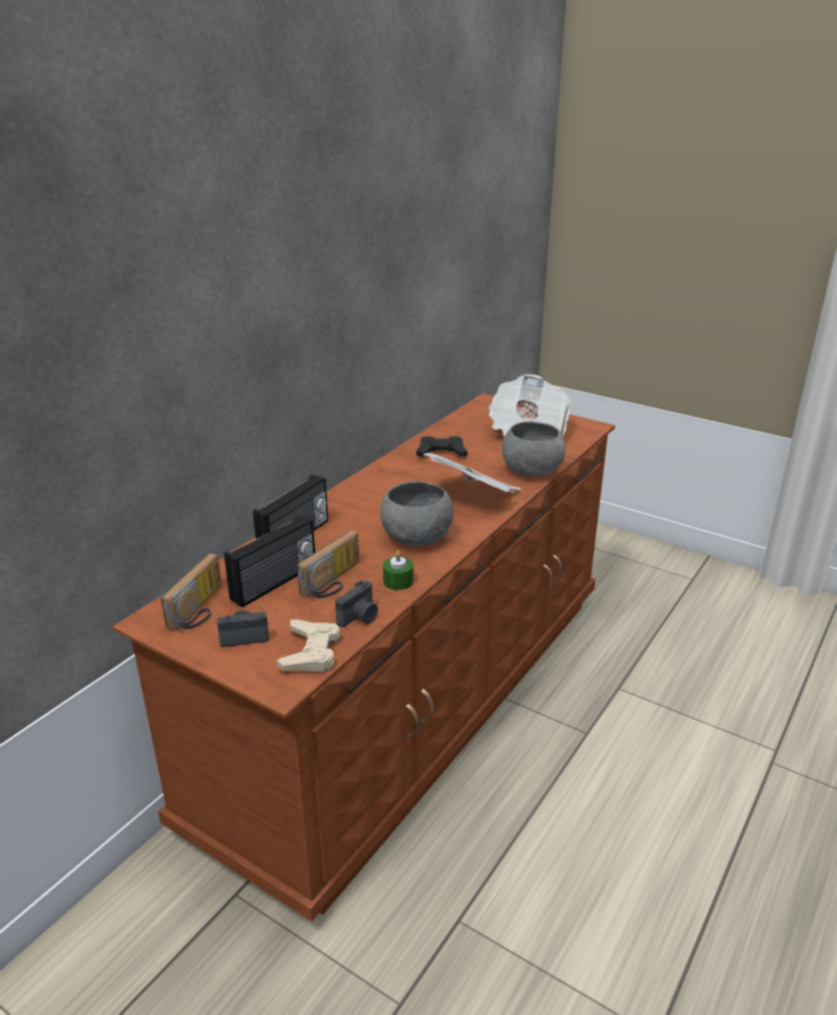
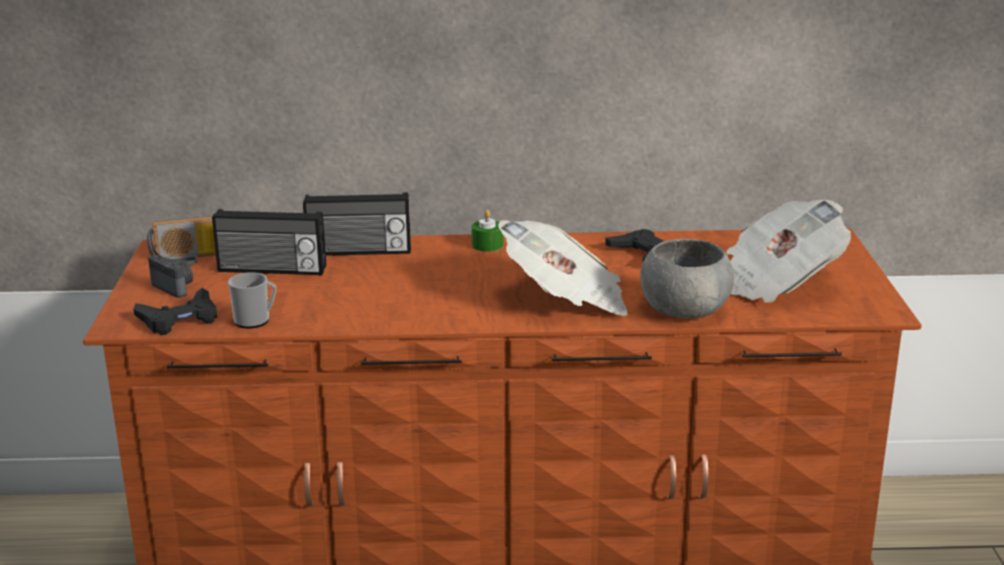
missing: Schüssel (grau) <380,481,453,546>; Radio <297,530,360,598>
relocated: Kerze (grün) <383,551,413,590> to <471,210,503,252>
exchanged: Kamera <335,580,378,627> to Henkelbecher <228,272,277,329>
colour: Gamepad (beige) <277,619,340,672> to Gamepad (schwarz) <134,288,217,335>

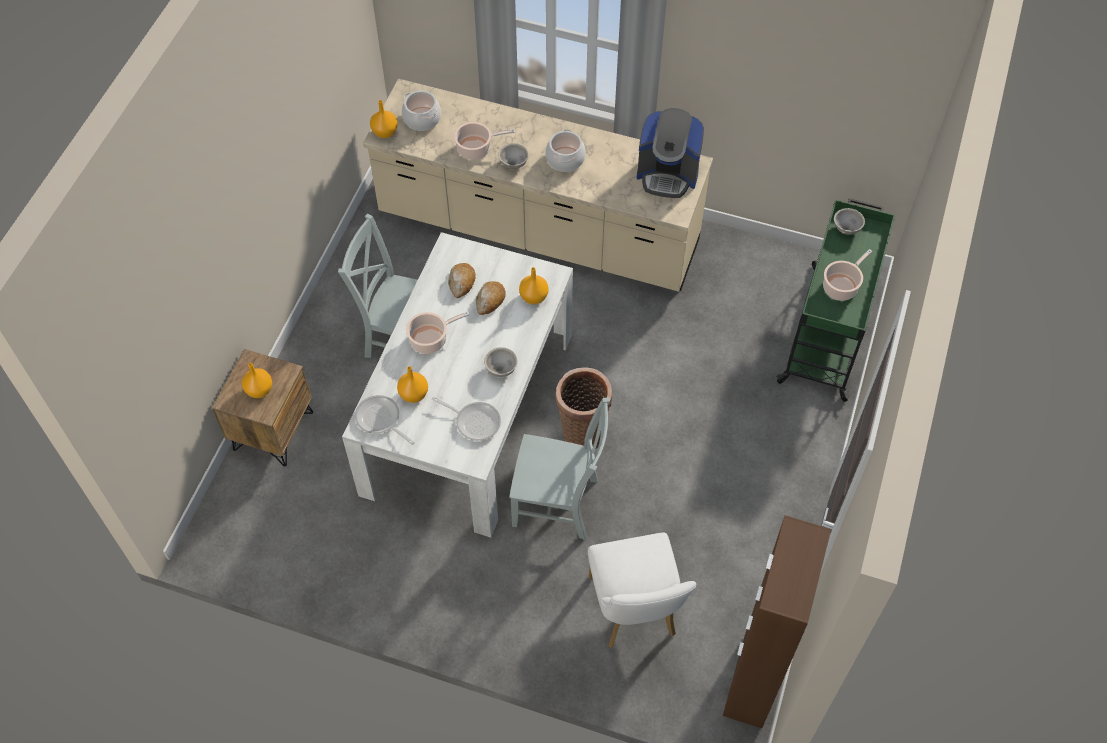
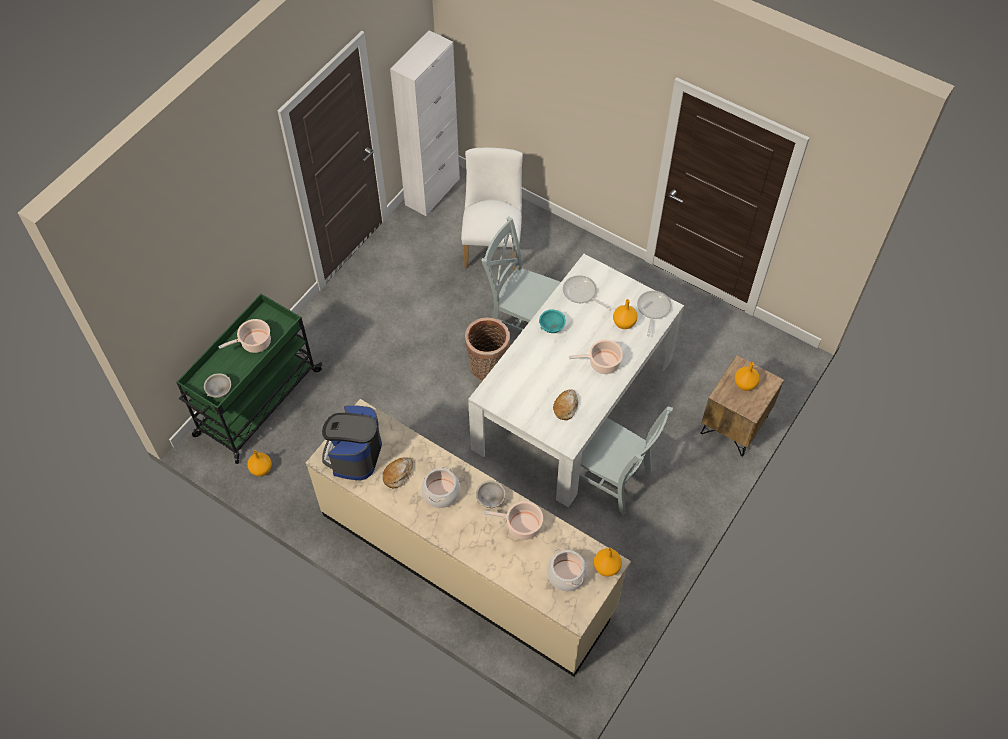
relocated: Vase (orange) <519,267,548,304> to <247,450,272,476>; Brot <476,281,506,315> to <383,458,413,488>
colour: Schüssel (grau) <484,347,518,377> to Schüssel (türkis) <539,309,566,333>; Schrank (braun) <723,515,831,728> to Schrank (weiß) <390,30,460,216>
spun: Kaffeemaschine <637,108,704,198> = <322,405,382,480> 105 degrees counterclockwise; Pfanne <355,395,415,445> = <637,291,672,336> 135 degrees counterclockwise

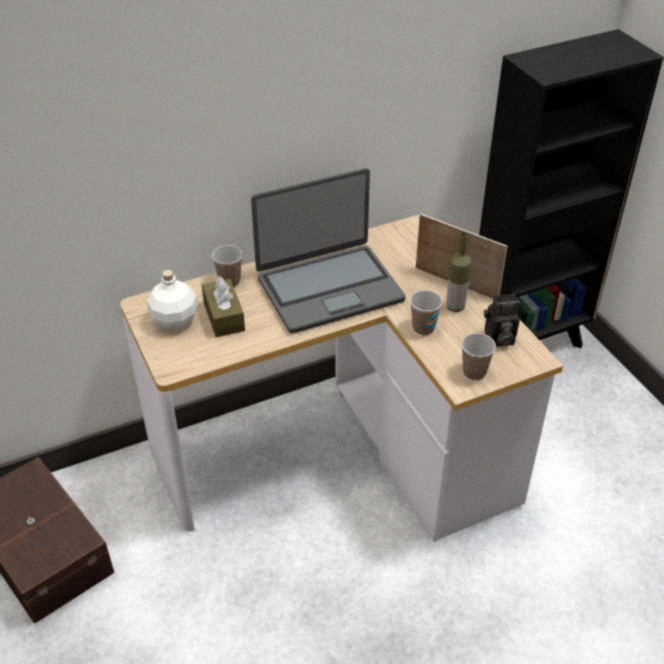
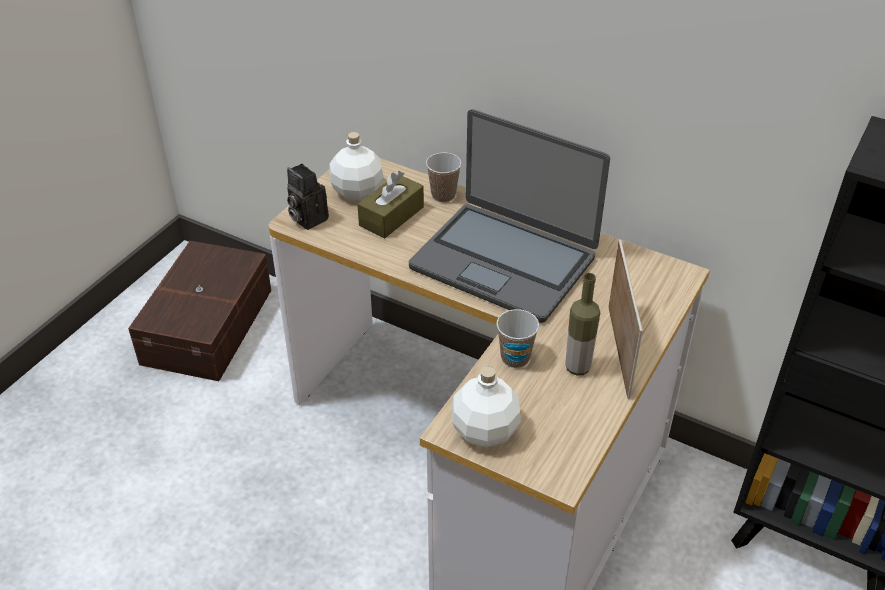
relocated: Kamera <484,294,520,347> to <287,164,329,230>
exchanged: Tasse <461,333,496,380> to Flasche (weiß) <452,366,521,448>

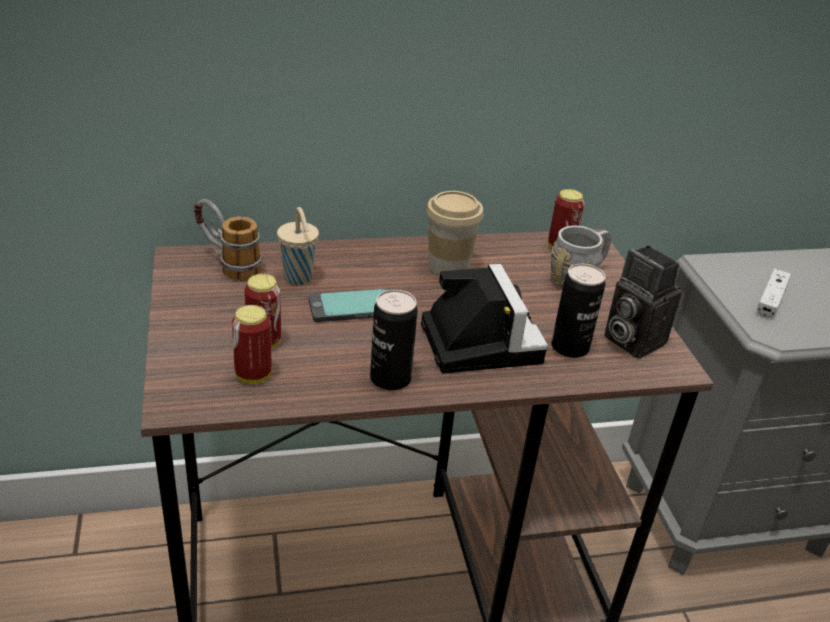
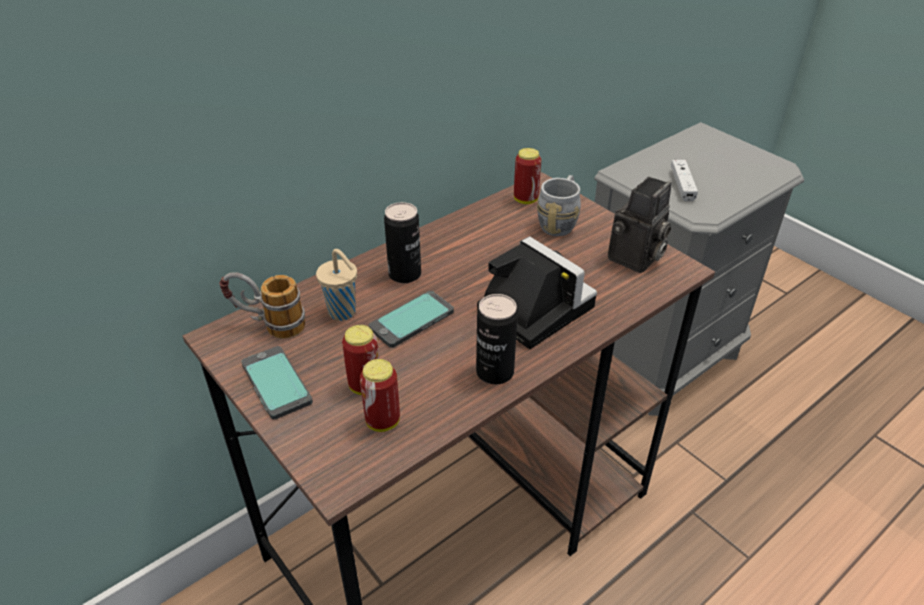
missing: Tasse <426,191,484,276>
appeared: Handy <242,346,313,420>
relocated: Dose <551,264,606,358> to <384,202,421,283>
spun: Kamera <604,245,682,359> = <608,177,672,273> 75 degrees counterclockwise

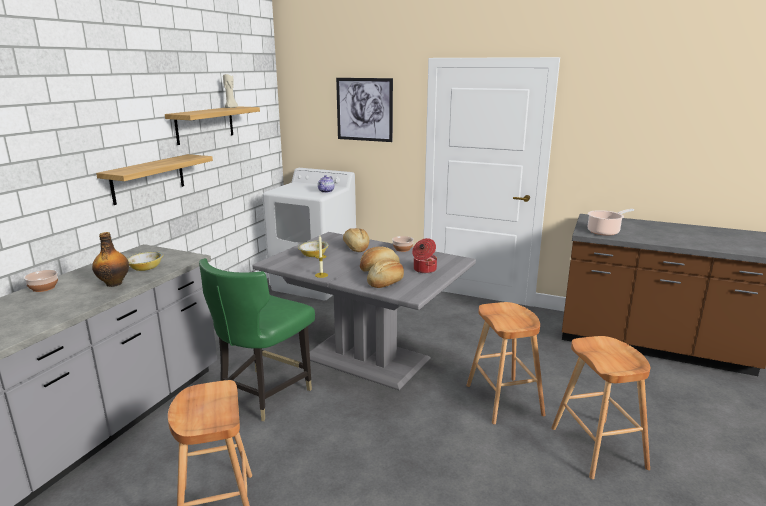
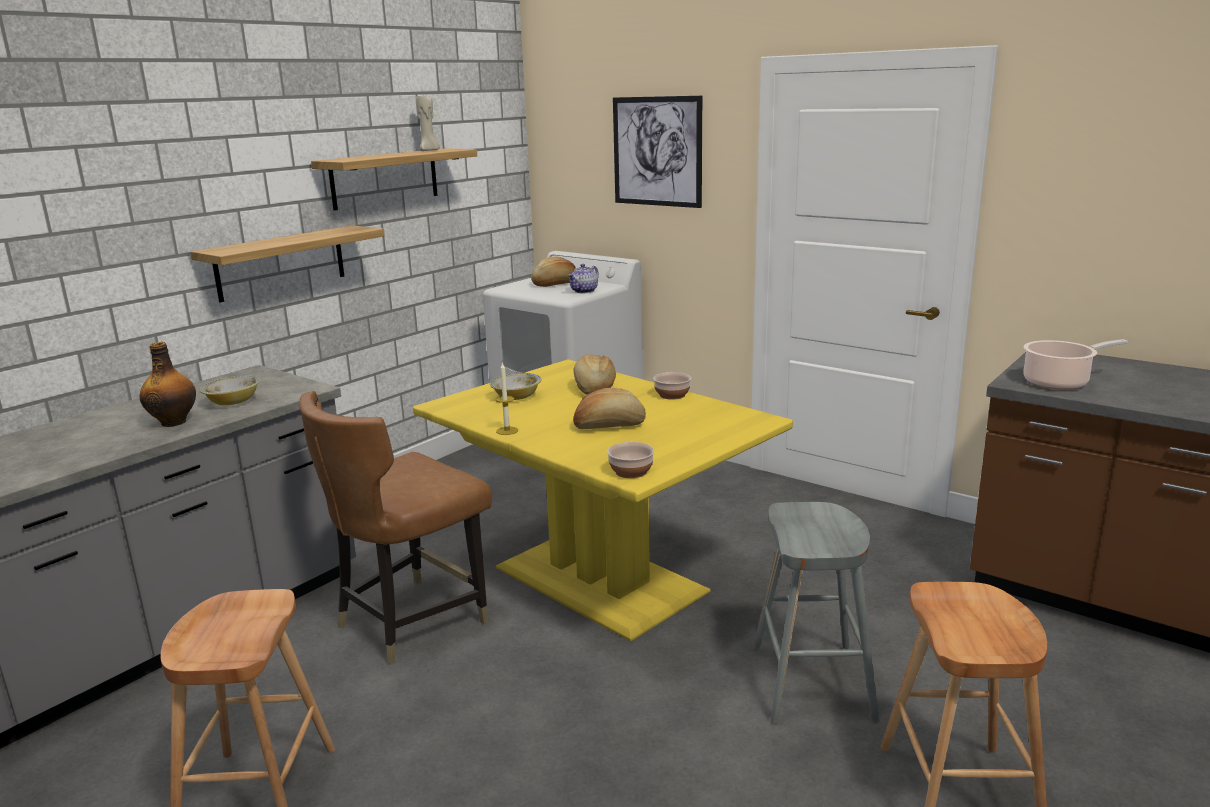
missing: Kochtopf <412,238,437,273>
relocated: Brot <367,259,404,288> to <531,257,576,287>; Schüssel <24,270,58,292> to <607,442,654,478>
colour: Esstisch (grau) <252,232,476,390> to Esstisch (gelb) <413,359,793,641>; Stuhl (grün) <199,258,315,421> to Stuhl (braun) <299,391,492,665>; Hocker (braun) <466,302,546,424> to Hocker (grau) <753,502,879,724>

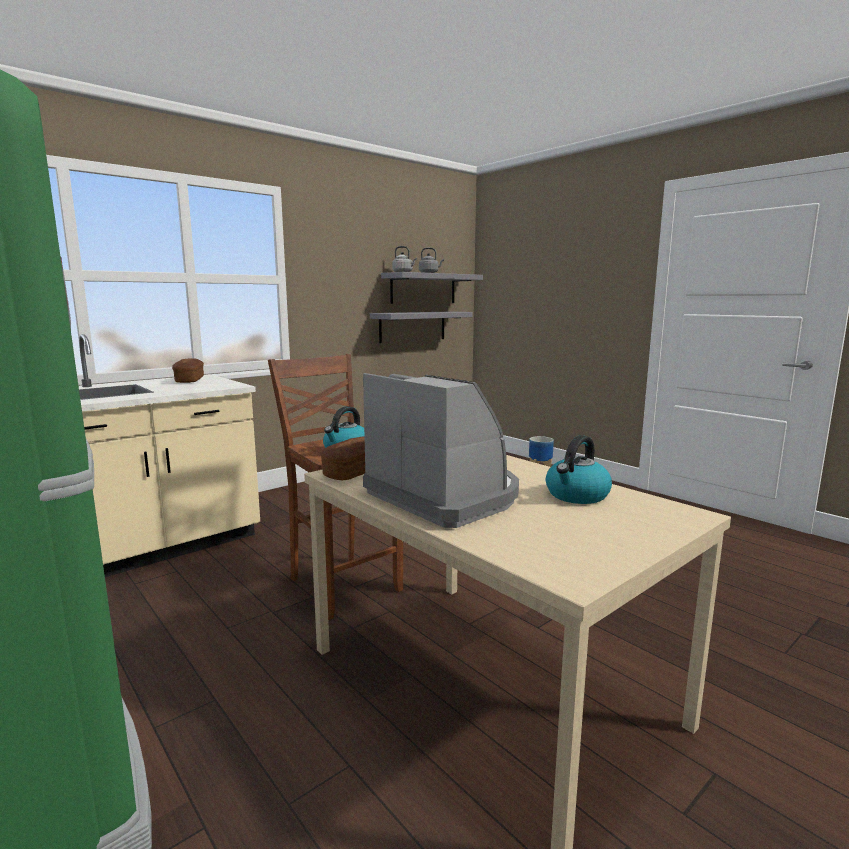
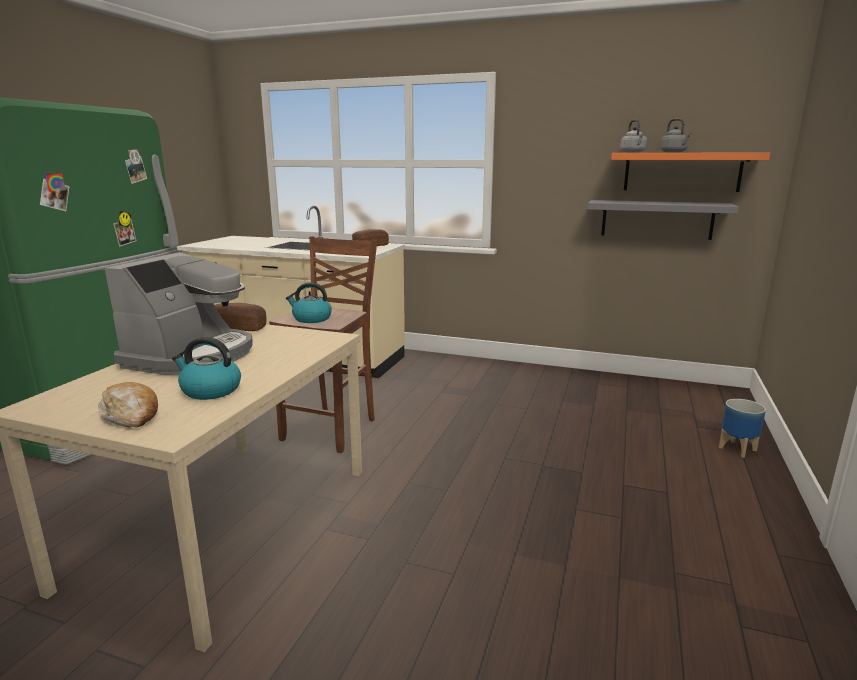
appeared: Brot <98,382,158,428>
colour: Wandregal (grau) <381,272,483,304> to Wandregal (orange) <611,152,770,192>

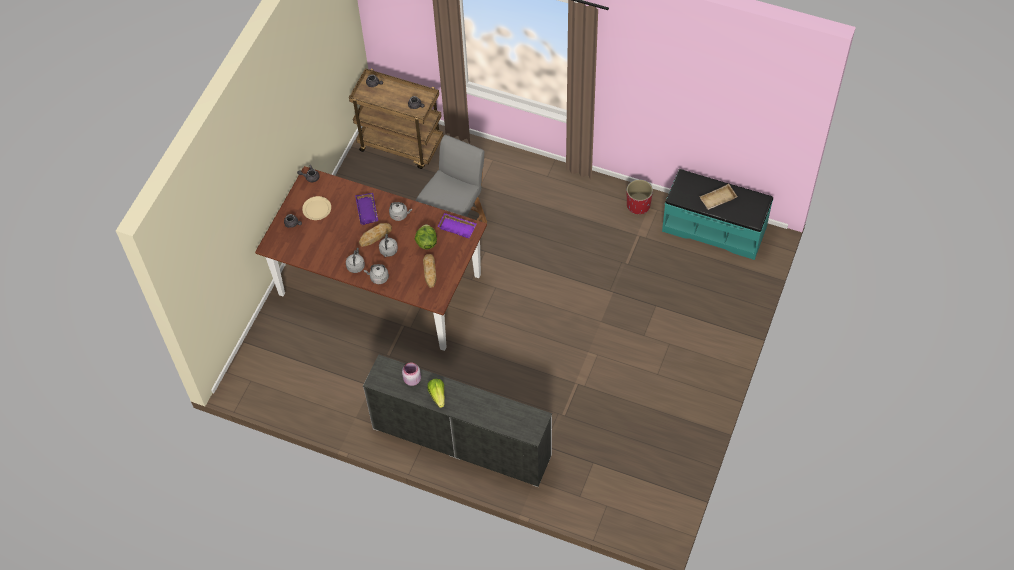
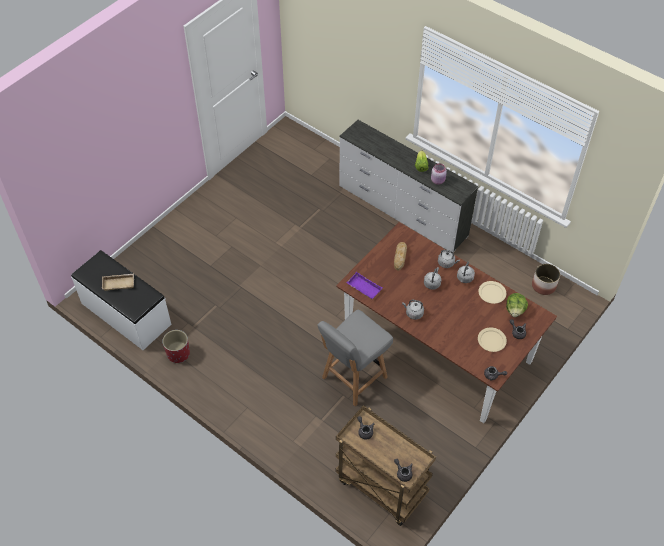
missing: Tablett (lila) <355,193,378,225>; Brot <359,223,392,247>
appeared: Pflanzkübel <532,264,560,295>; Teller (beige) <478,281,506,304>
relocated: Salatkopf <415,224,437,249> to <506,293,528,317>
colour: Bank (türkis) <662,169,773,260> to Bank (weiß) <71,250,171,350>

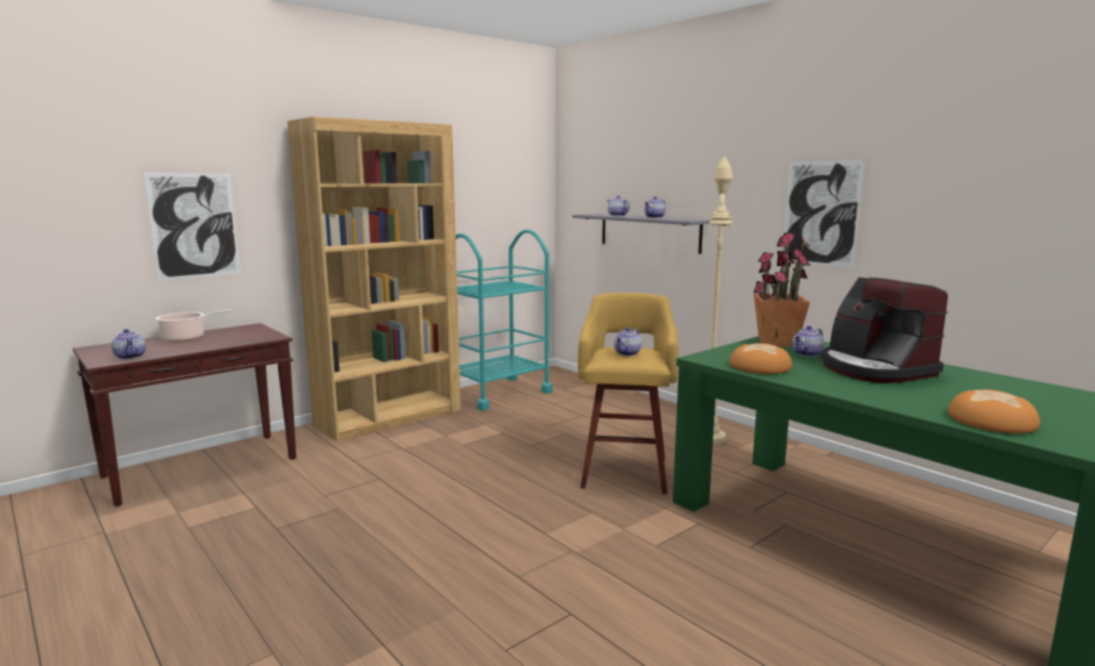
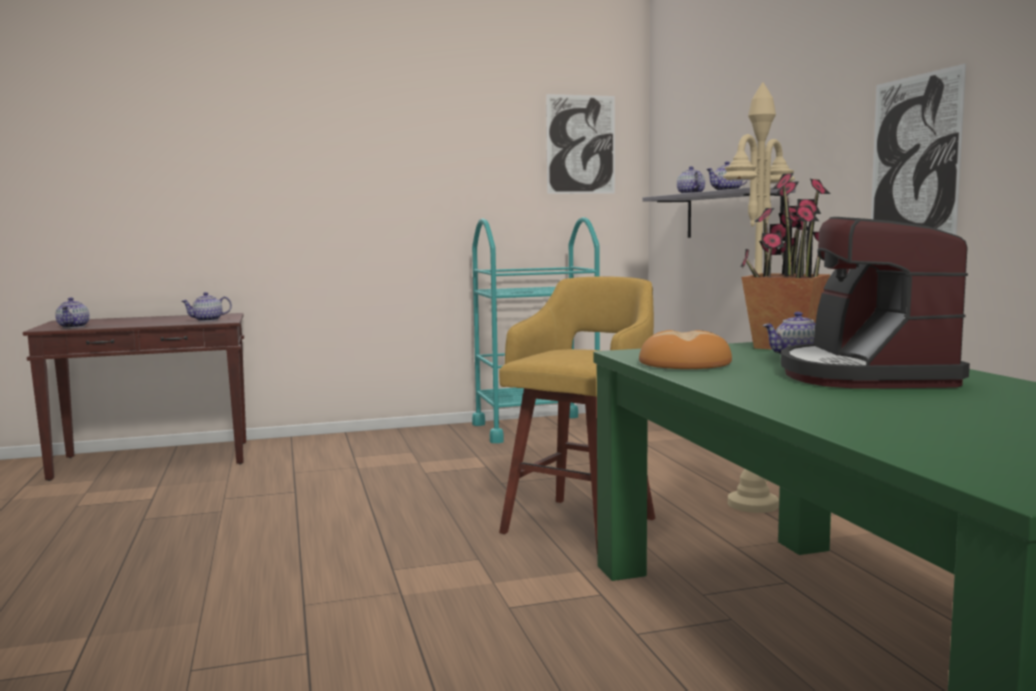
missing: Bücherregal (braun) <287,116,461,441>; Kochtopf <155,309,233,342>; Brot <948,390,1040,433>
relocated: Bild <144,173,240,280> to <546,94,615,194>; Teekanne <614,327,642,356> to <181,292,232,322>

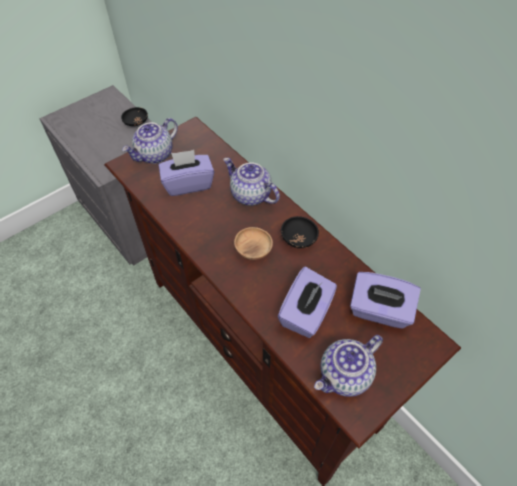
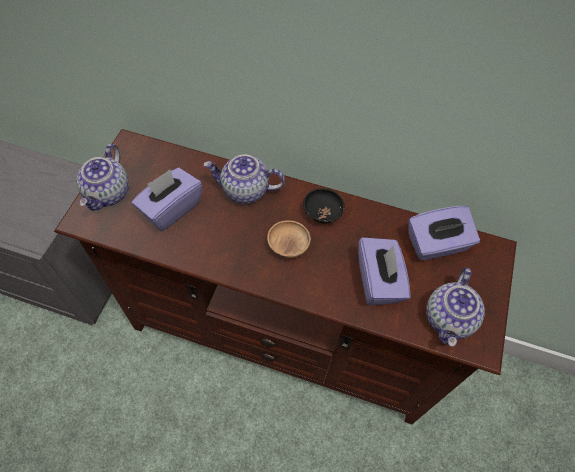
missing: Schüssel (schwarz) <121,107,148,126>

